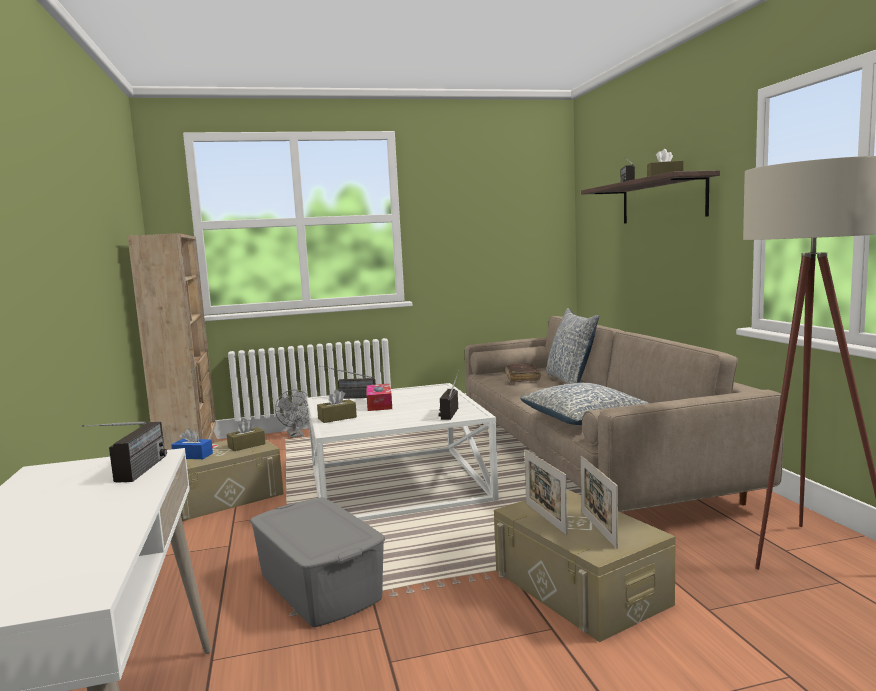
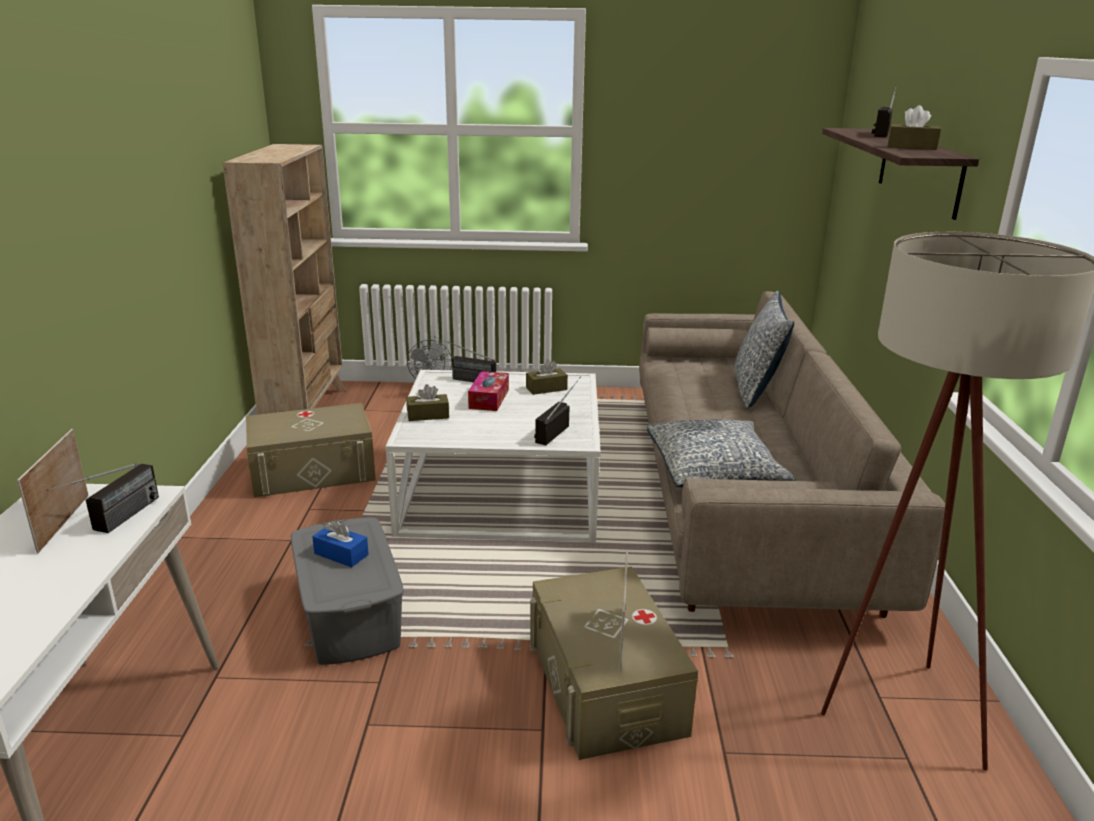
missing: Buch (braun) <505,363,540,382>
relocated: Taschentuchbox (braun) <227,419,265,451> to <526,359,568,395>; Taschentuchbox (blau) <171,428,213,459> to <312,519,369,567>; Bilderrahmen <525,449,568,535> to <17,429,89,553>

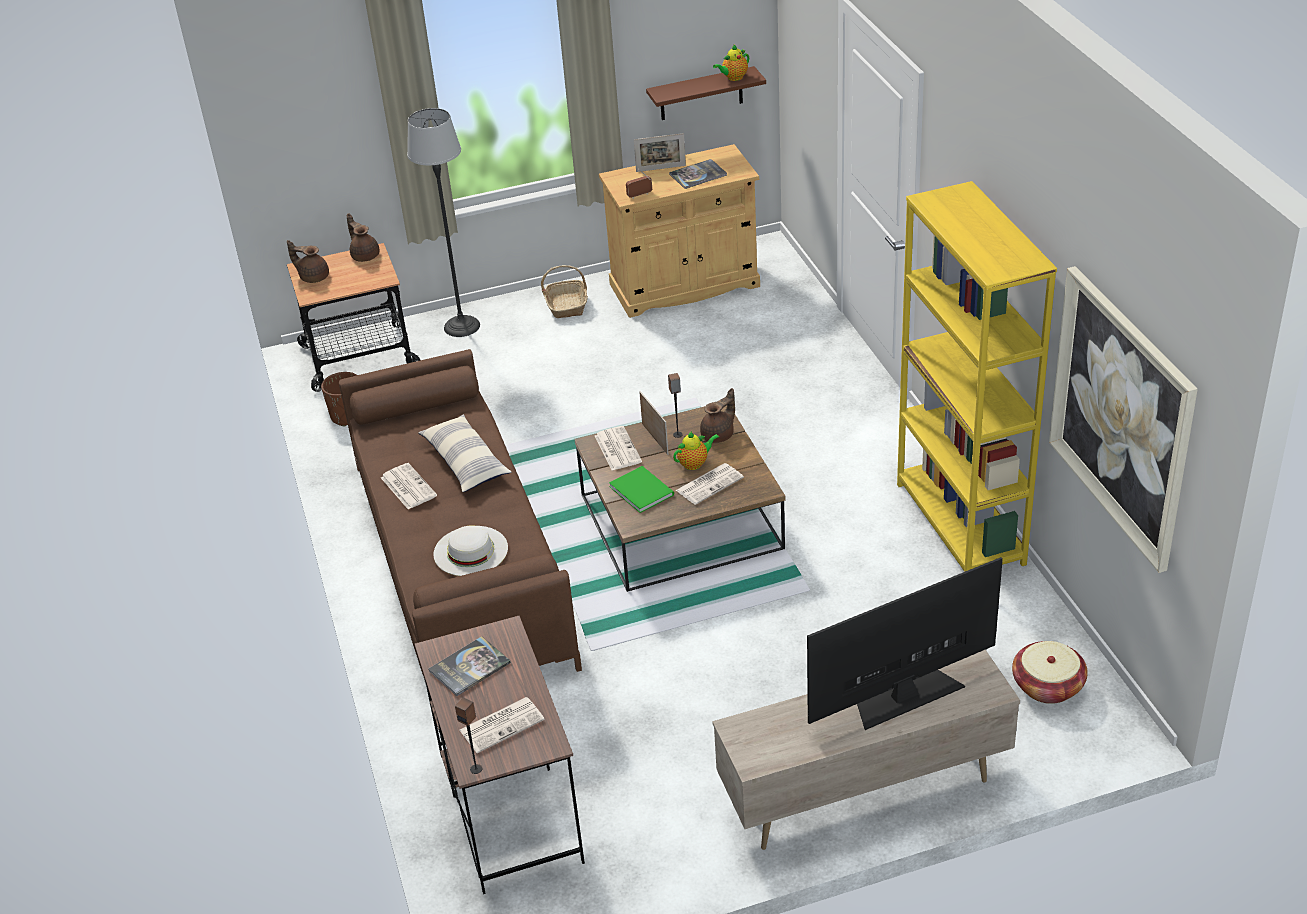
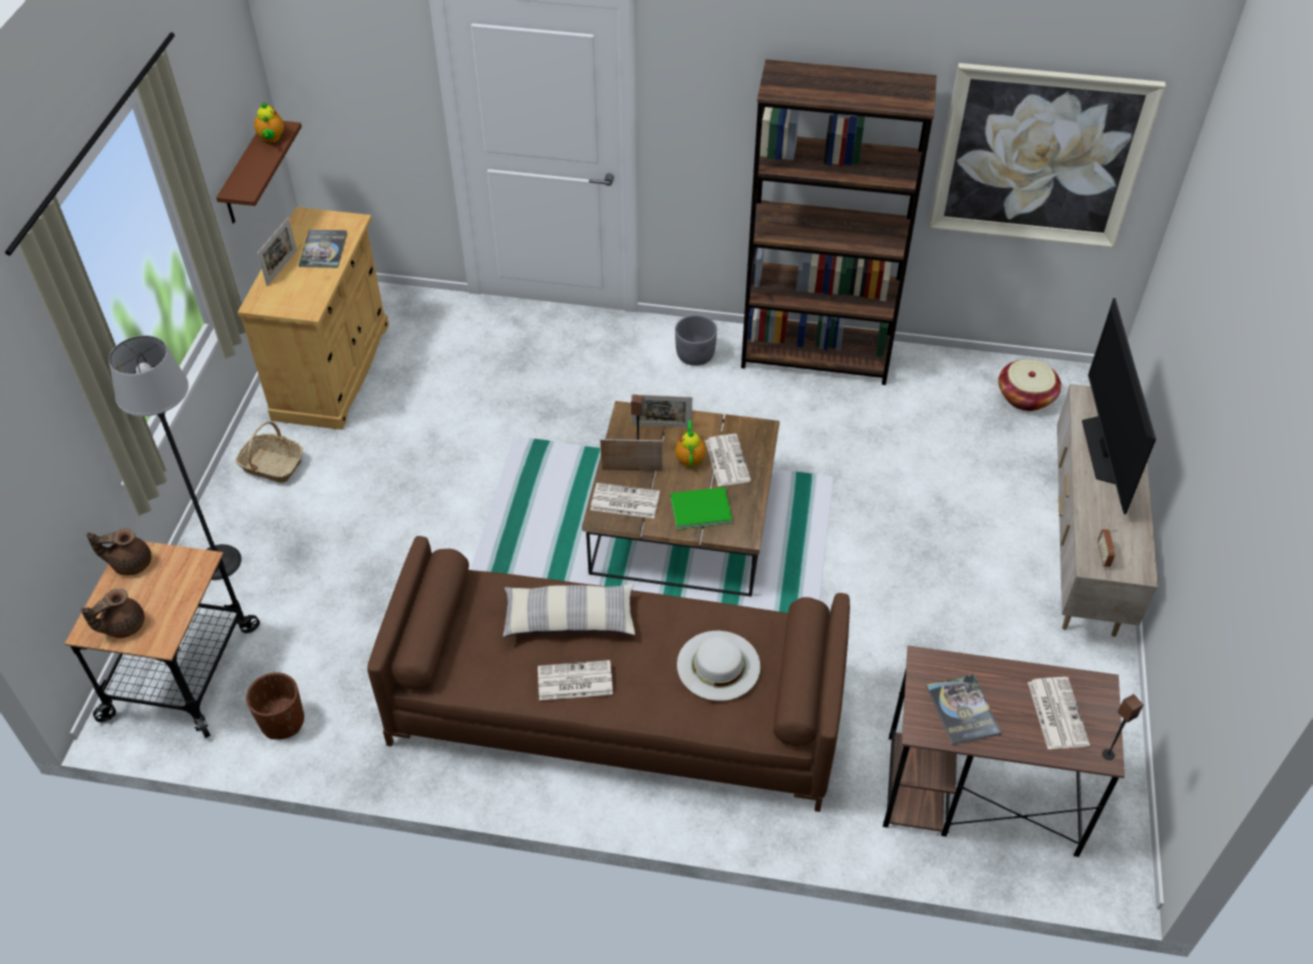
appeared: Pflanzkübel (grau) <675,315,717,366>
relocated: Radio <626,169,652,199> to <1097,529,1118,567>
exchanged: Teekanne (braun) <700,388,735,443> to Bilderrahmen <631,394,692,428>
colour: Bücherregal (gelb) <897,181,1057,572> to Bücherregal (braun) <741,59,937,385>

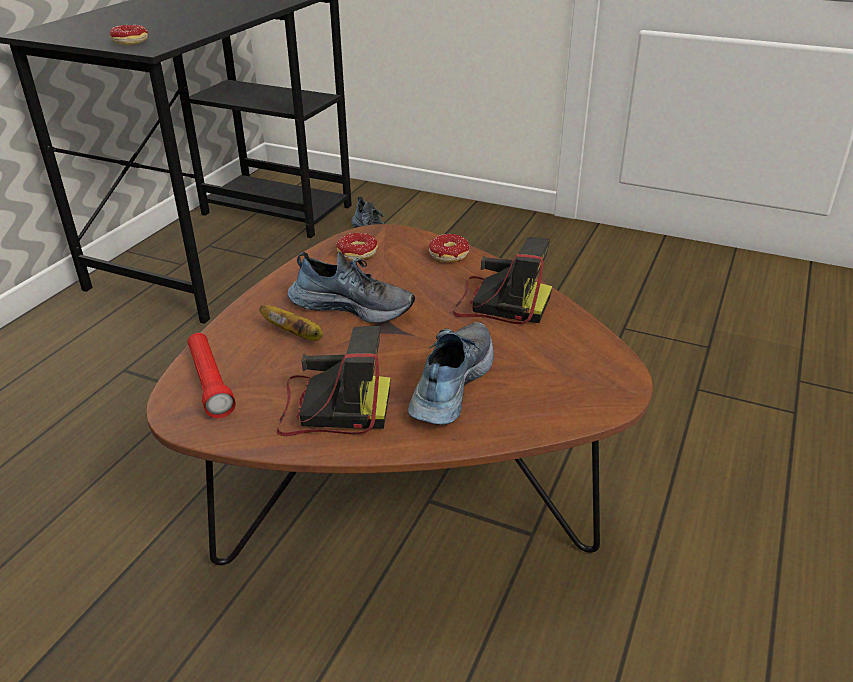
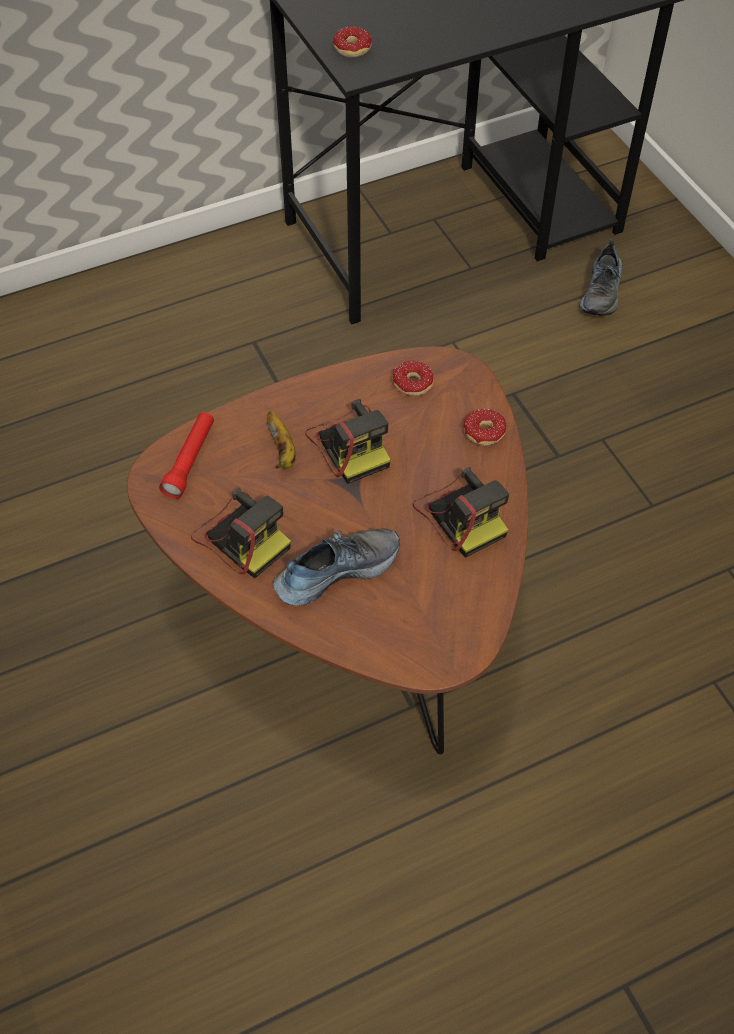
exchanged: Schuh <287,252,415,323> to Kamera <305,399,391,484>

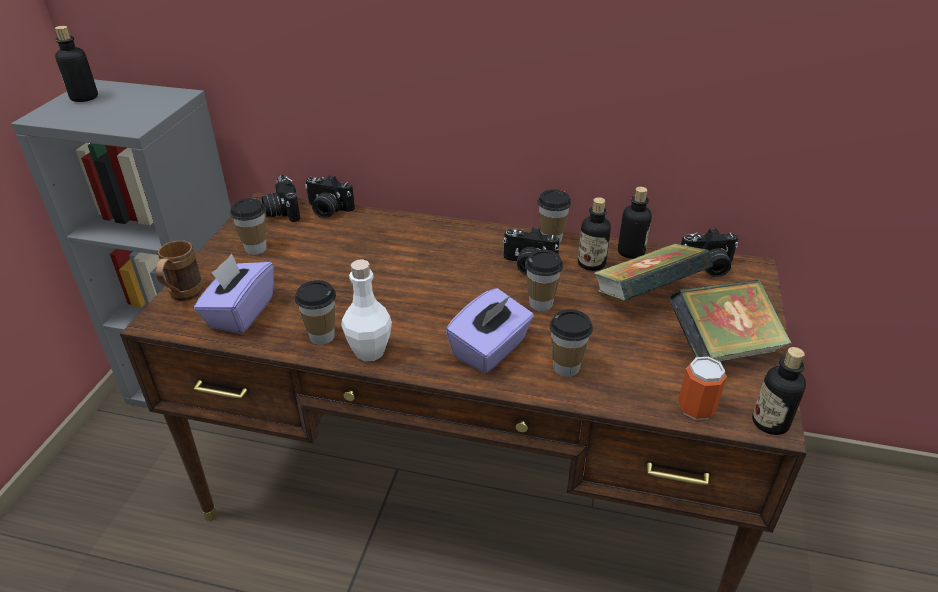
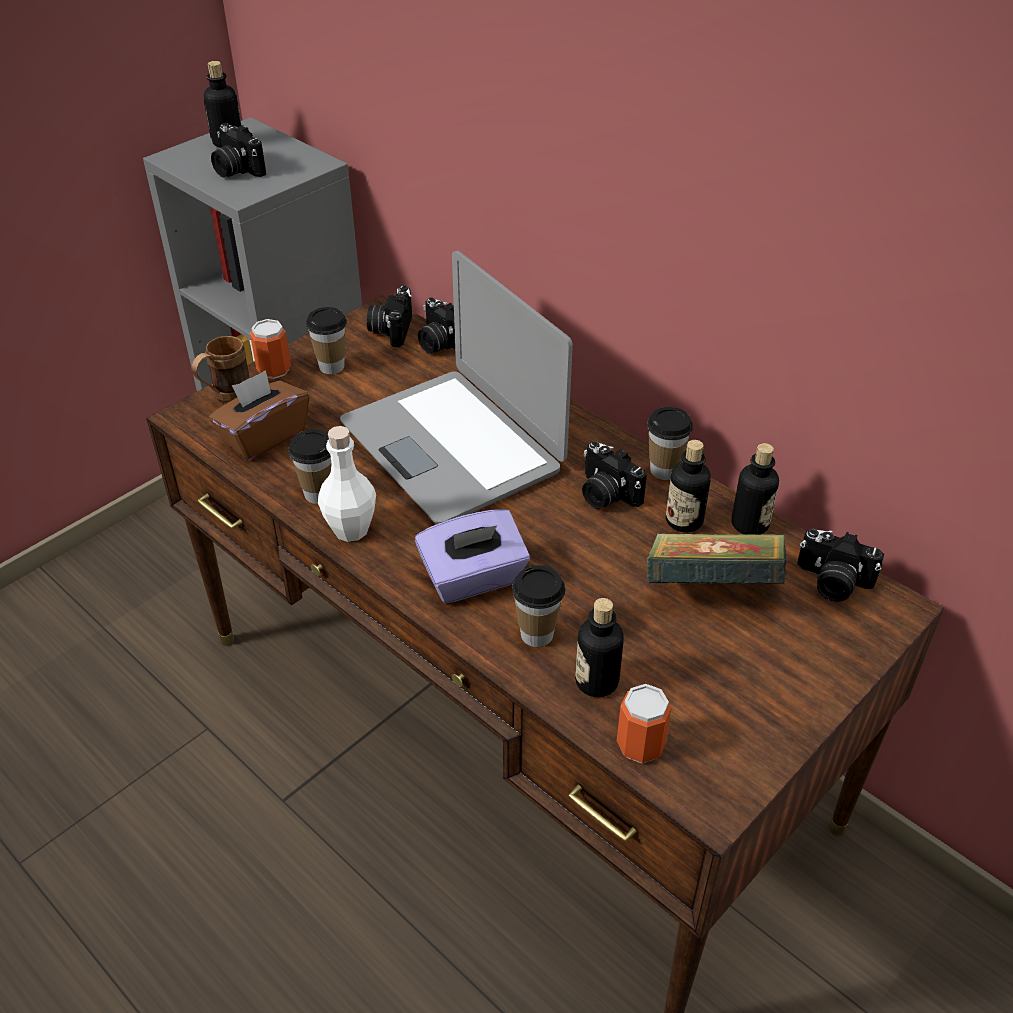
missing: Tasse <525,249,563,311>; Buch <669,279,791,362>
appeared: Kamera <211,123,266,177>; Laptop <340,251,573,524>; Dose <250,319,291,379>
relocated: Flasche <752,347,806,435> to <575,598,624,697>
colour: Taschentuchbox (lila) <194,254,274,334> to Taschentuchbox (braun) <209,370,309,461>

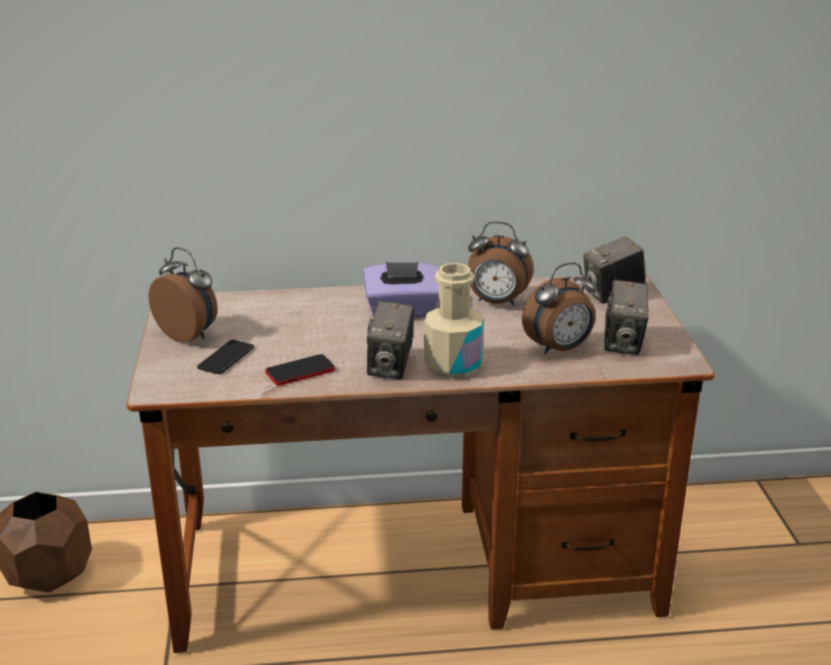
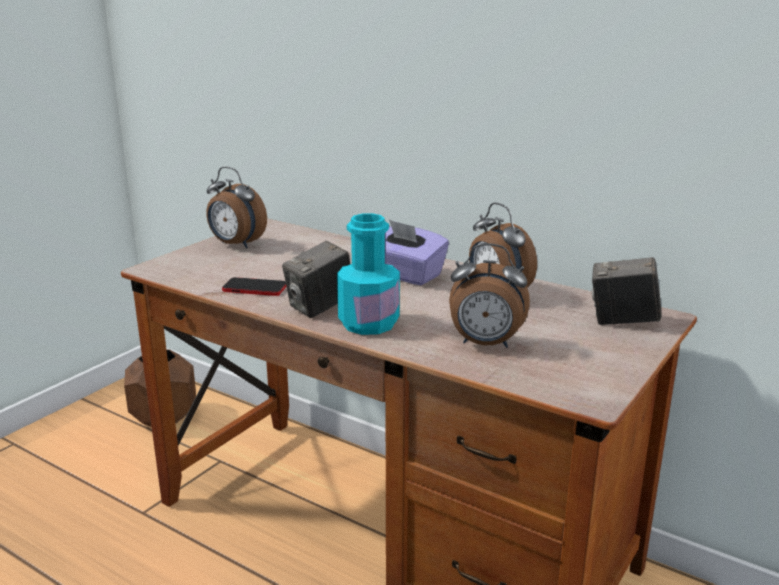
missing: Kamera <604,280,649,355>; Handy <197,340,254,374>
colour: Flasche (beige) <424,263,484,379> to Flasche (türkis) <337,213,400,335>
spun: Wecker <148,247,218,343> = <206,167,267,248> 135 degrees clockwise

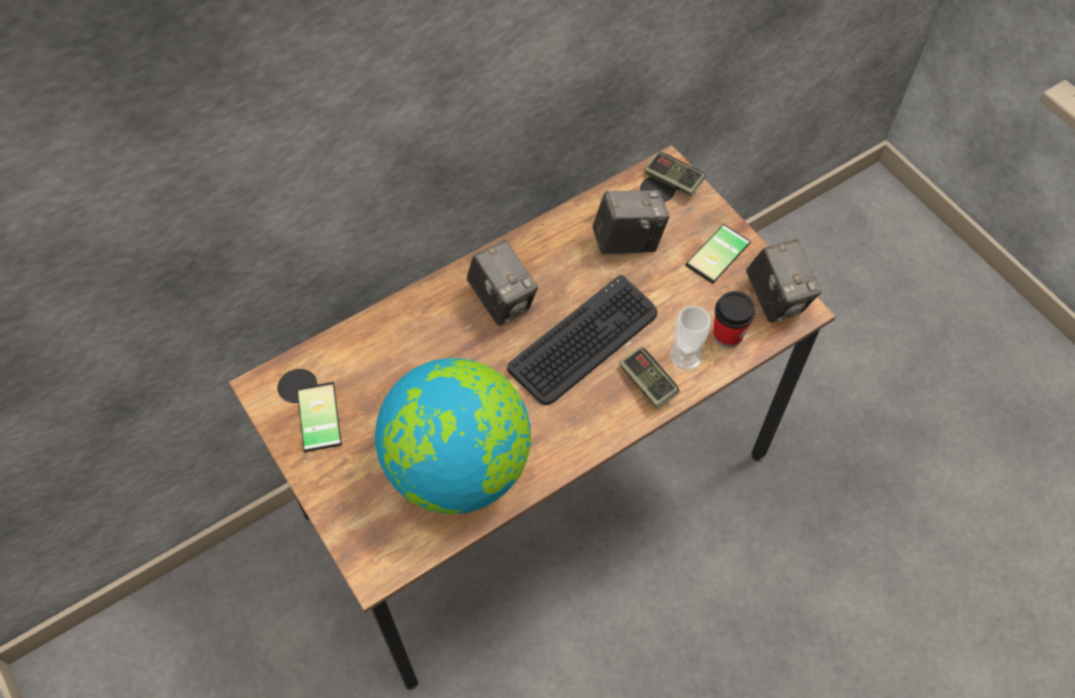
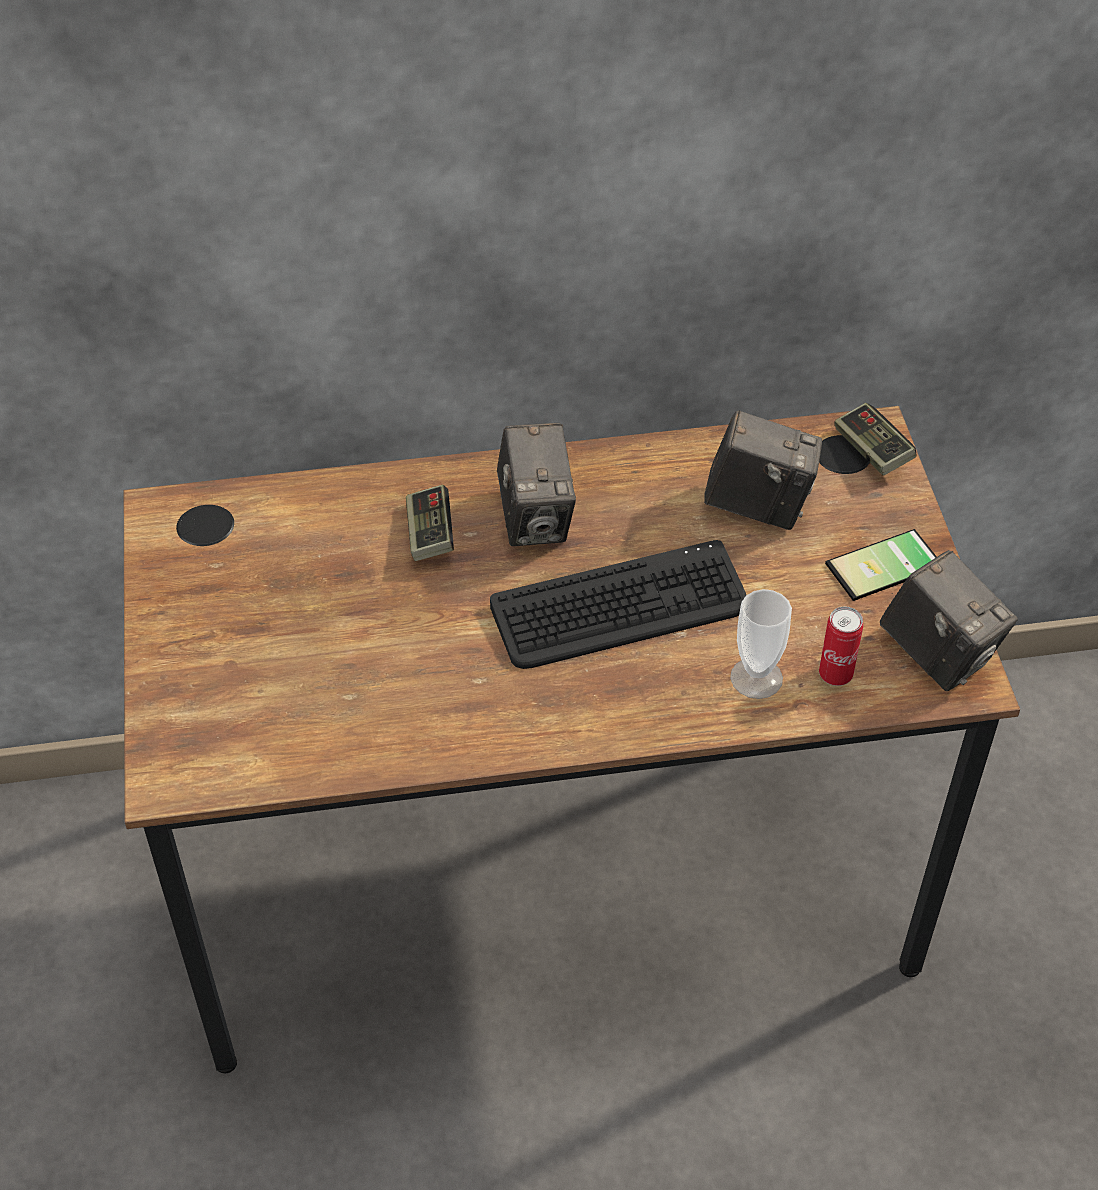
missing: Globus <375,358,531,514>; Handy <297,382,342,452>
relocated: Gamepad <619,347,679,409> to <406,485,454,561>
exchanged: Tasse <713,291,755,348> to Dose <819,606,863,686>
spun: Kamera <746,239,821,323> = <880,550,1018,691> 45 degrees counterclockwise

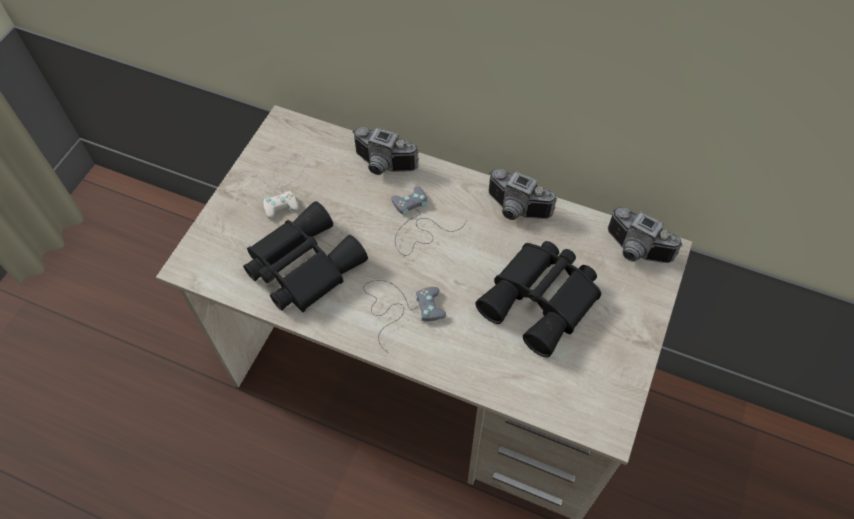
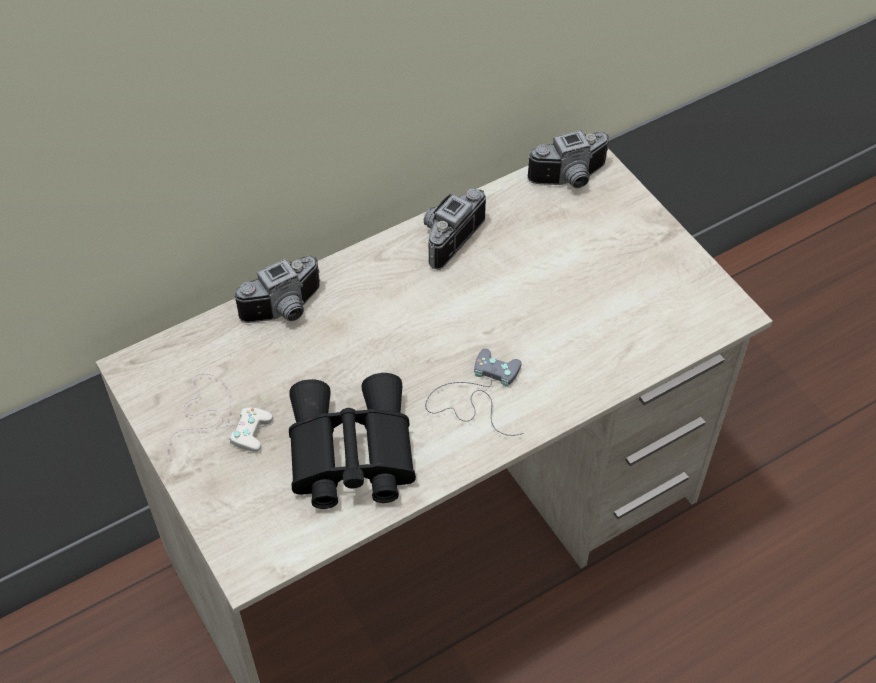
missing: Gamepad (grau) <391,186,467,256>; Fernglas (schwarz) <475,241,601,357>
spun: Kamera <489,169,557,220> = <424,189,486,270> 150 degrees clockwise

